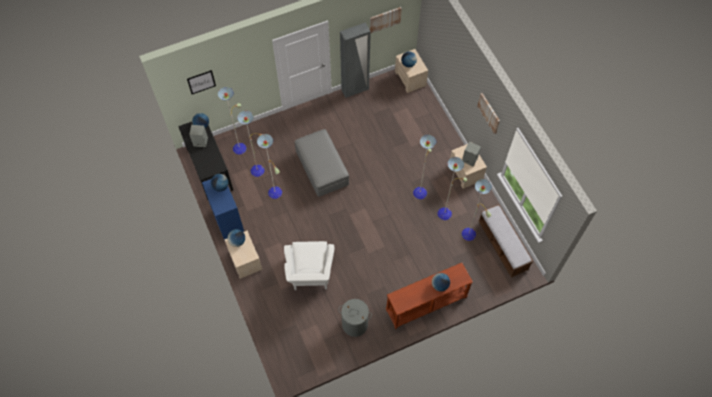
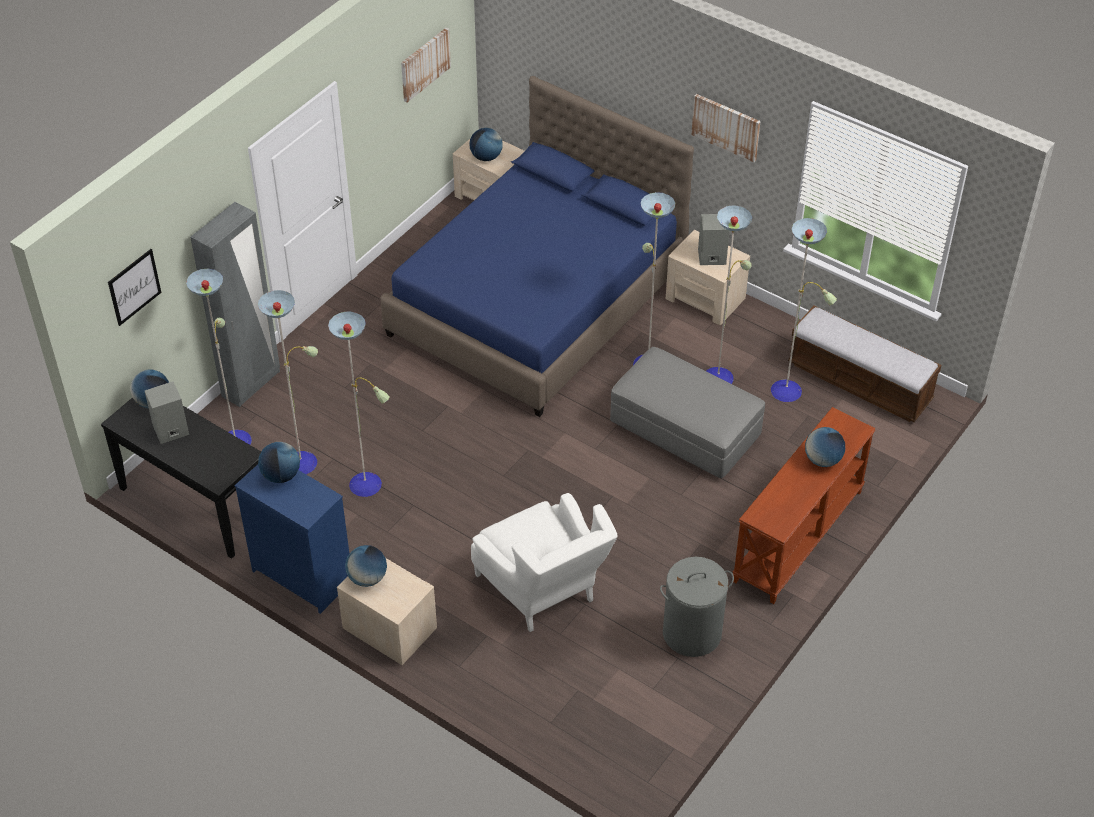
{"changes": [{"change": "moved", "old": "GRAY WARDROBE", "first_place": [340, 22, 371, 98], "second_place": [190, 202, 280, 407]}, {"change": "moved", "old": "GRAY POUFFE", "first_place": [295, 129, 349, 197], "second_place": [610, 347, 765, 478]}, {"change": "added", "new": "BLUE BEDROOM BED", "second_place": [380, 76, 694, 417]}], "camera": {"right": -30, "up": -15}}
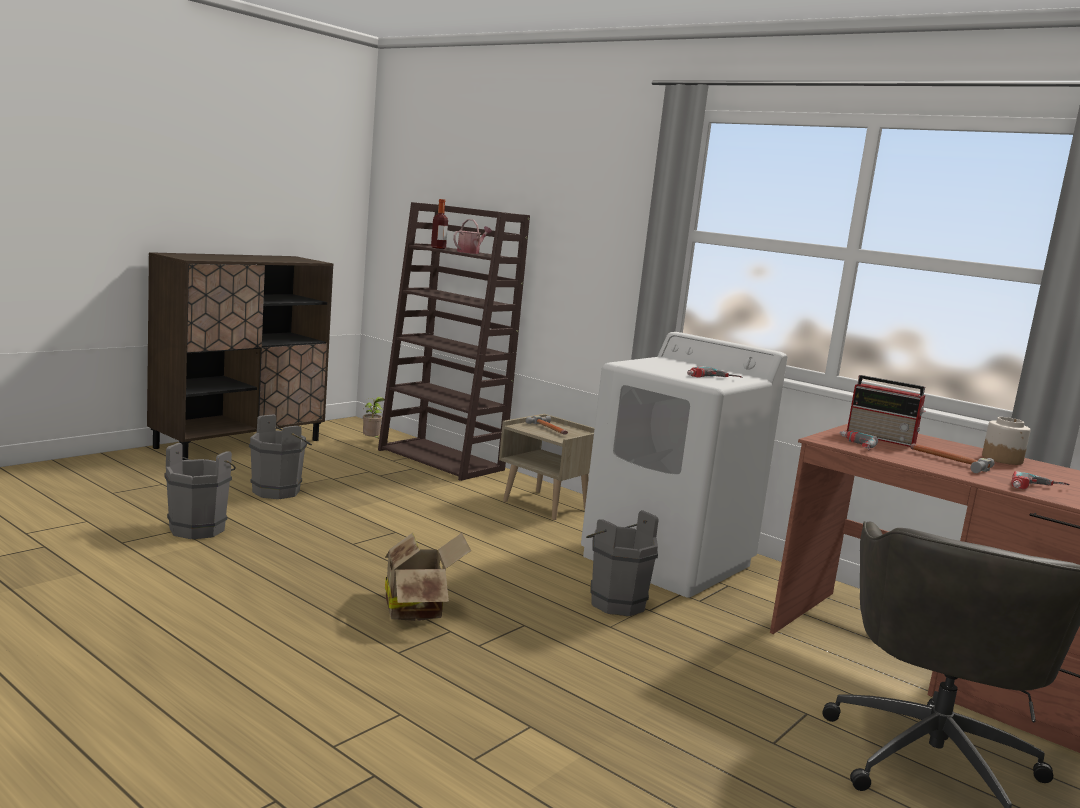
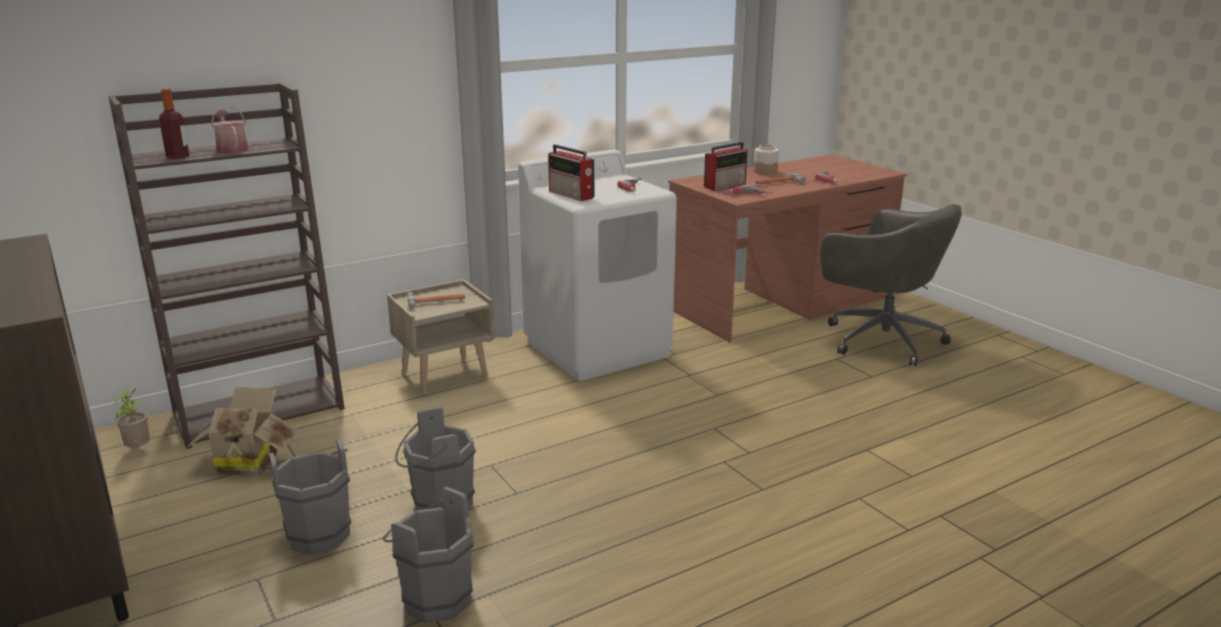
{"changes": [{"change": "moved", "old": "GRAY PAIL", "first_place": [586, 510, 659, 616], "second_place": [395, 406, 476, 510]}, {"change": "moved", "old": "CARTON", "first_place": [385, 533, 471, 621], "second_place": [185, 387, 298, 476]}, {"change": "added", "new": "RADIO", "second_place": [548, 144, 595, 201]}], "camera": {"right": -70, "up": 10}}
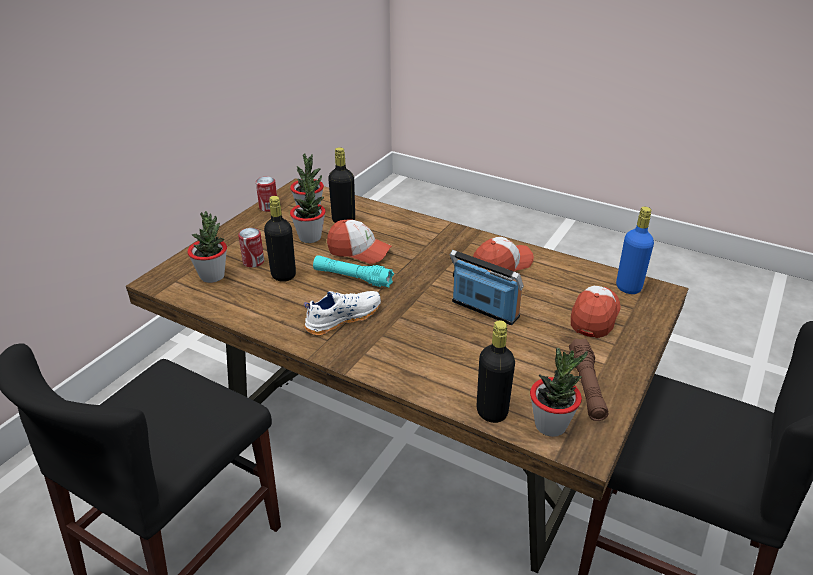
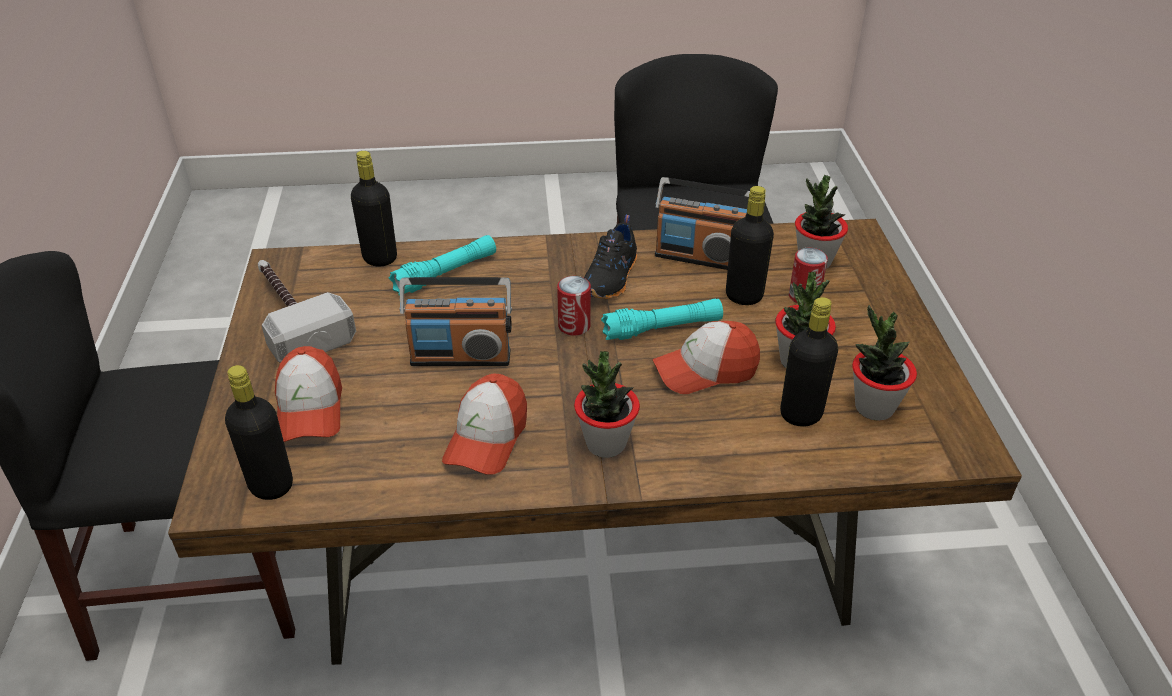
{"changes": [{"change": "moved", "old": "SEALED CAN", "first_place": [256, 176, 277, 212], "second_place": [557, 276, 591, 336]}, {"change": "recoloured", "old": "BLUE BEVERAGE BOTTLE", "new": "BLACK BEVERAGE BOTTLE", "first_place": [616, 207, 654, 294], "second_place": [225, 365, 293, 500]}, {"change": "recoloured", "old": "WHITE SHOE", "new": "BLACK SHOE", "first_place": [303, 291, 381, 336], "second_place": [584, 215, 637, 299]}, {"change": "replaced", "old": "BROWN-COLOURED FLASHLIGHT", "new": "HAMMER", "first_place": [569, 339, 608, 421], "second_place": [258, 260, 356, 363]}, {"change": "moved", "old": "PLANT IN A POT", "first_place": [530, 348, 588, 437], "second_place": [574, 351, 640, 458]}, {"change": "added", "new": "RADIO", "second_place": [655, 177, 750, 270]}, {"change": "added", "new": "TURQUOISE-COLOURED FLASHLIGHT", "second_place": [389, 235, 496, 296]}], "camera": {"right": 145, "up": 5}}
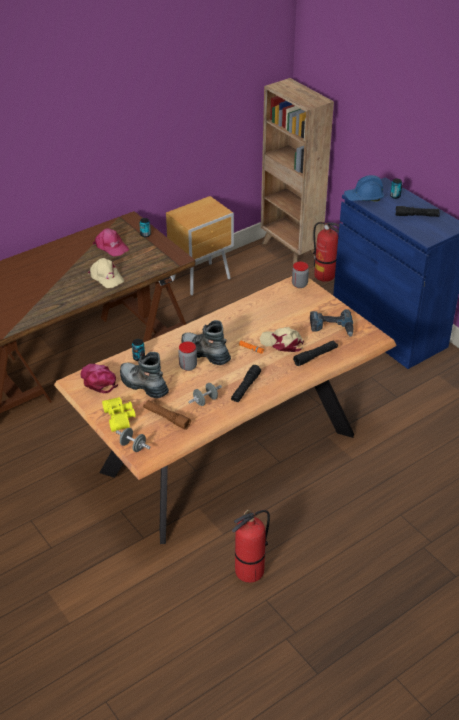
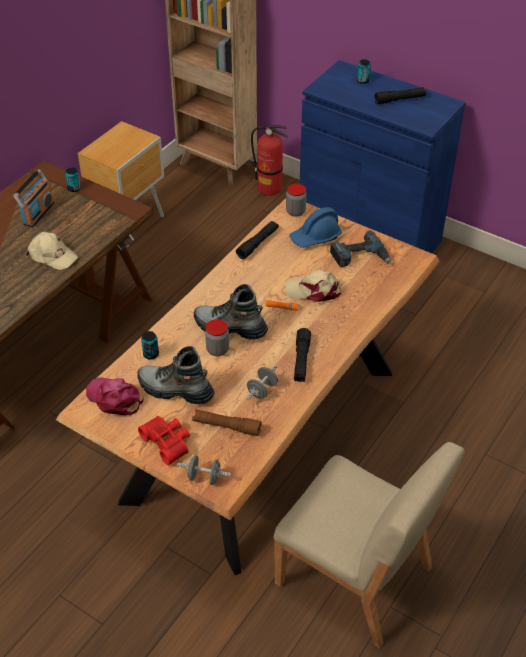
{"changes": [{"change": "moved", "old": "BLUE WORK HELMET", "first_place": [344, 175, 384, 201], "second_place": [289, 207, 342, 248]}, {"change": "replaced", "old": "PINKISH CAP", "new": "RADIO", "first_place": [93, 228, 129, 256], "second_place": [13, 169, 54, 227]}, {"change": "moved", "old": "BLACK FLASHLIGHT", "first_place": [293, 340, 338, 366], "second_place": [236, 221, 279, 259]}, {"change": "recoloured", "old": "YELLOW BINOCULARS", "new": "REDDISH BINOCULARS", "first_place": [102, 397, 136, 432], "second_place": [138, 416, 190, 465]}, {"change": "replaced", "old": "FIRE-FIGHTING CYLINDER", "new": "BEIGE-COLOURED PLAIN CHAIR", "first_place": [232, 510, 270, 583], "second_place": [273, 442, 465, 648]}], "camera": {"right": -20, "up": 5}}
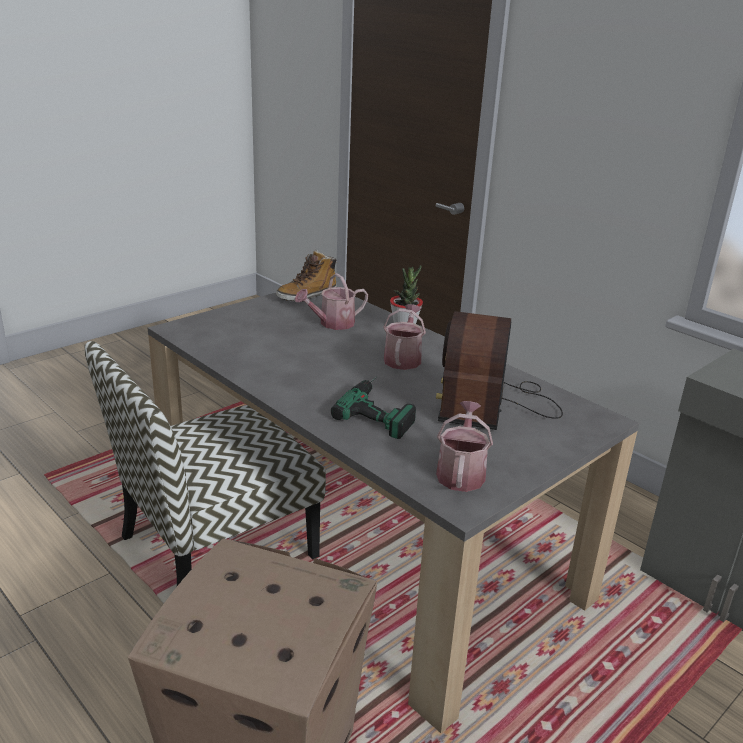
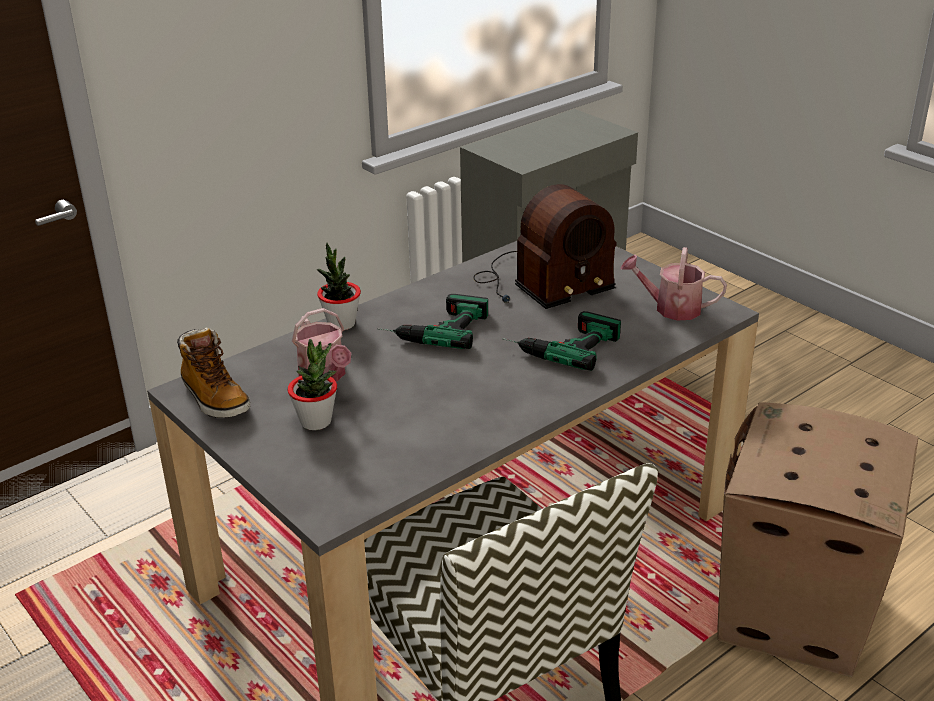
{"changes": [{"change": "replaced", "old": "SPRINKLING CAN", "new": "DRILL", "first_place": [383, 304, 426, 370], "second_place": [378, 294, 488, 349]}, {"change": "turned", "old": "RADIO", "first_place": [436, 311, 563, 430], "second_place": [473, 184, 617, 309], "degrees": -45}, {"change": "added", "new": "PLANT IN A POT", "second_place": [287, 339, 337, 430]}], "camera": {"right": -85, "up": 5}}
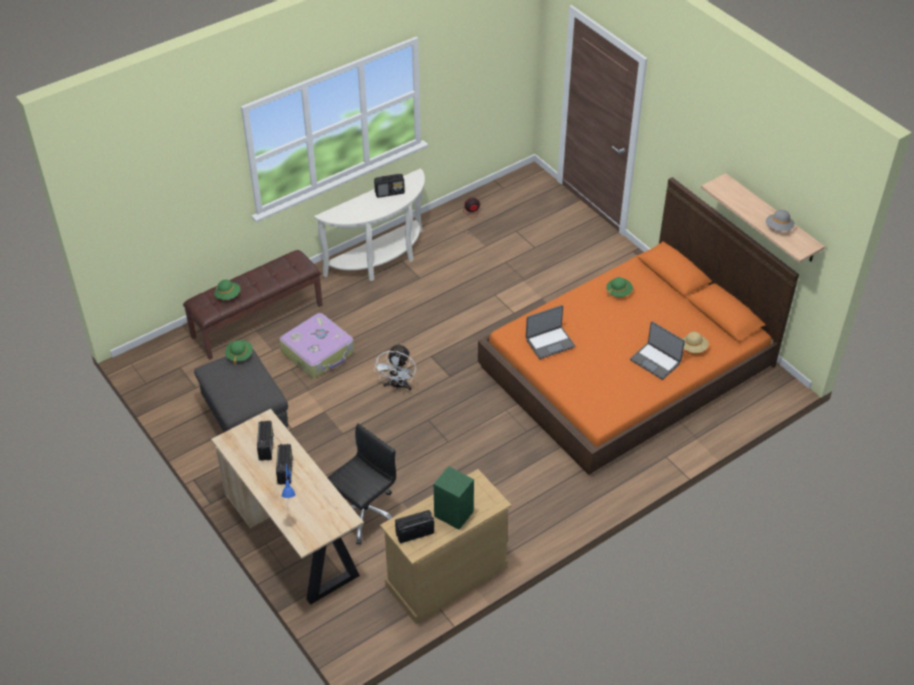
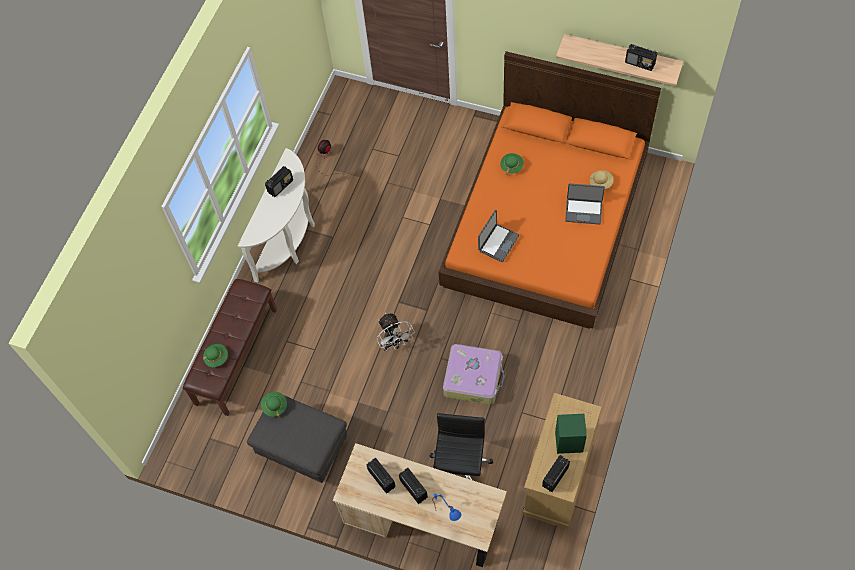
{"changes": [{"change": "replaced", "old": "GRAY CLOTHING HAT", "new": "RADIO", "first_place": [766, 210, 795, 232], "second_place": [625, 44, 657, 71]}, {"change": "moved", "old": "SUITCASE", "first_place": [280, 313, 354, 378], "second_place": [443, 344, 506, 405]}], "camera": {"right": -30, "up": 15}}
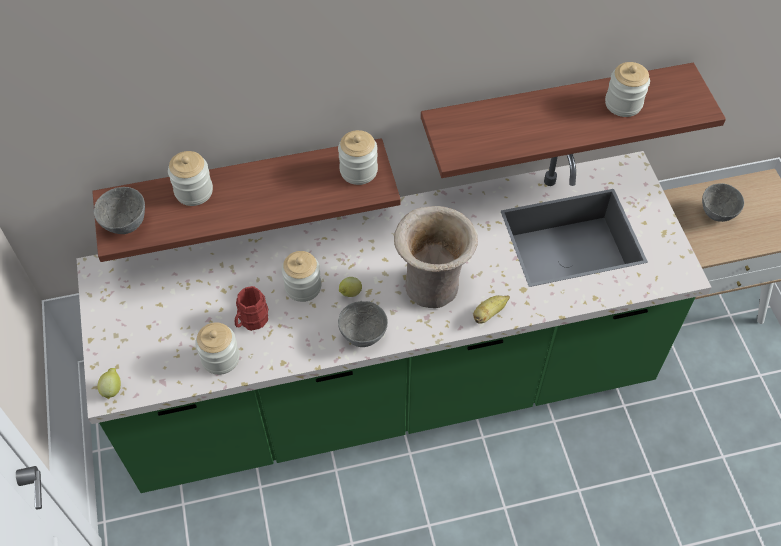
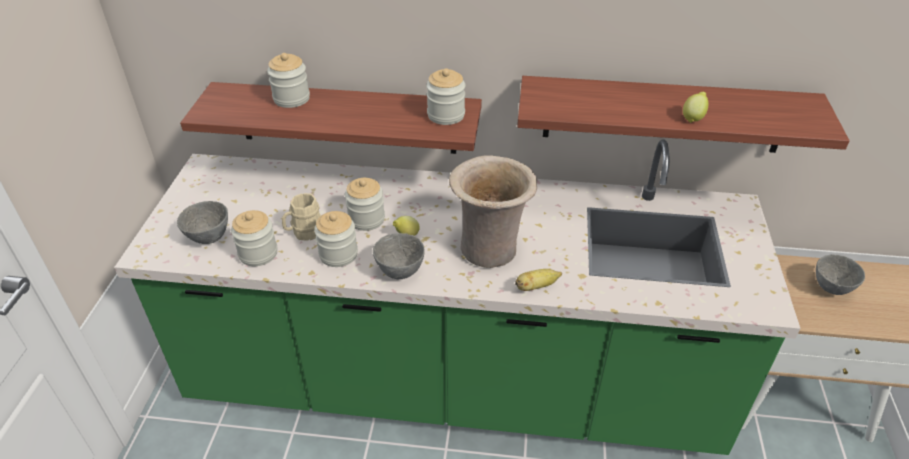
{"changes": [{"change": "moved", "old": "PRESERVE JAR", "first_place": [605, 62, 650, 117], "second_place": [314, 211, 358, 267]}, {"change": "moved", "old": "GRAY BOWL", "first_place": [93, 187, 145, 234], "second_place": [177, 201, 228, 244]}, {"change": "recoloured", "old": "REDDISH COFFEE MUG", "new": "BEIGE-COLOURED COFFEE MUG", "first_place": [235, 286, 268, 331], "second_place": [282, 193, 321, 241]}, {"change": "moved", "old": "WHOLE LEMON", "first_place": [98, 368, 121, 399], "second_place": [683, 92, 708, 123]}], "camera": {"right": 20, "up": -15}}
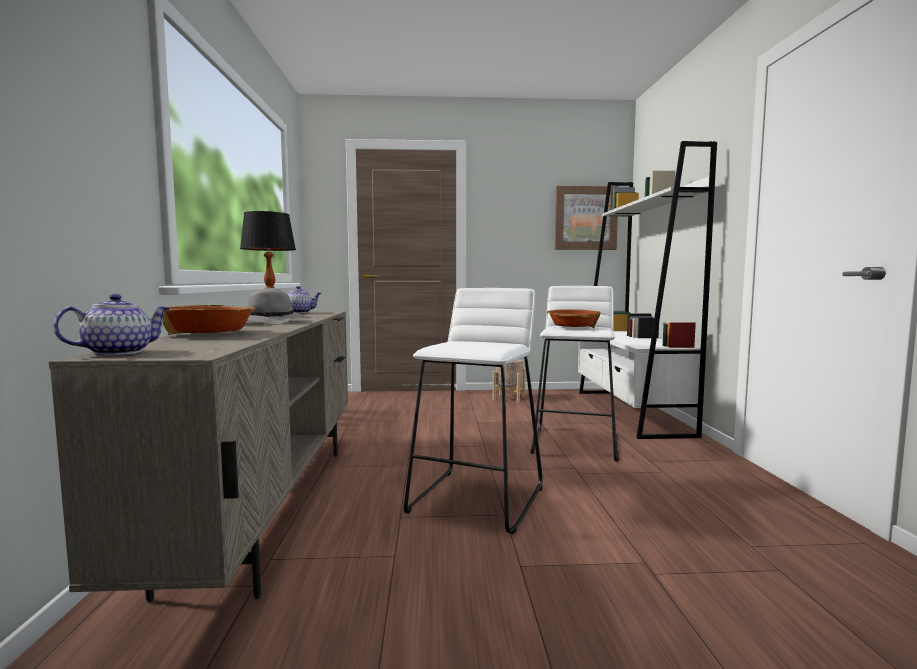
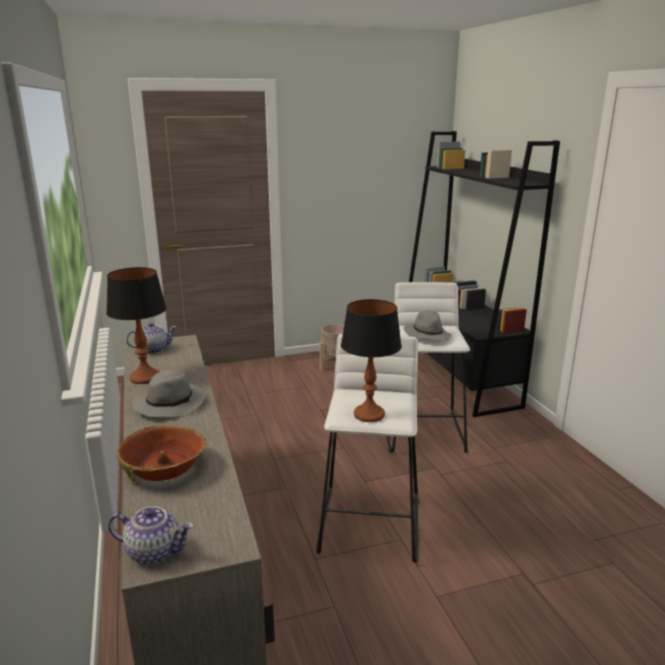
{"changes": [{"change": "recoloured", "old": "WHITE BOOKSHELF", "new": "BLACK BOOKSHELF", "first_place": [578, 141, 717, 439], "second_place": [409, 131, 560, 417]}, {"change": "removed", "old": "WALL ART", "first_place": [555, 186, 619, 250]}, {"change": "turned", "old": "TEA POT", "first_place": [53, 294, 170, 355], "second_place": [108, 506, 194, 565], "degrees": 75}, {"change": "replaced", "old": "BOWL", "new": "GRAY CLOTHING HAT", "first_place": [547, 309, 600, 329], "second_place": [404, 310, 452, 340]}, {"change": "added", "new": "LAMP FOR A TABLE", "second_place": [341, 299, 402, 422]}], "camera": {"right": -15, "up": 15}}
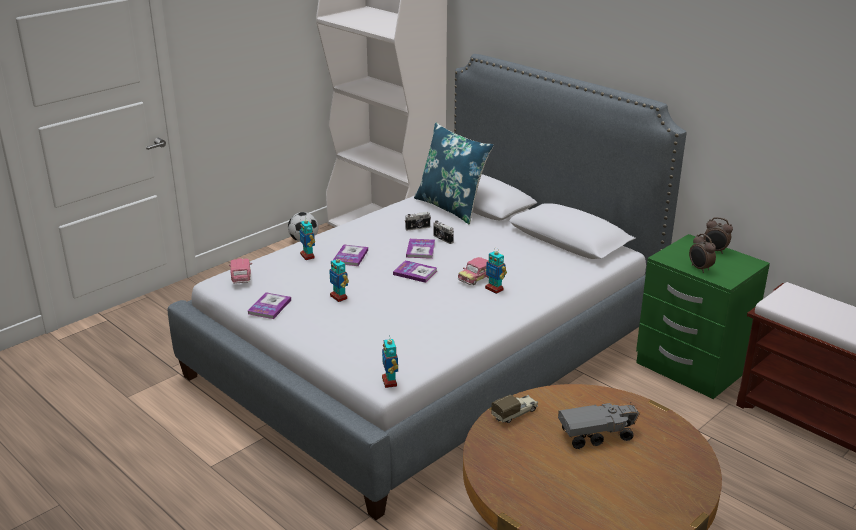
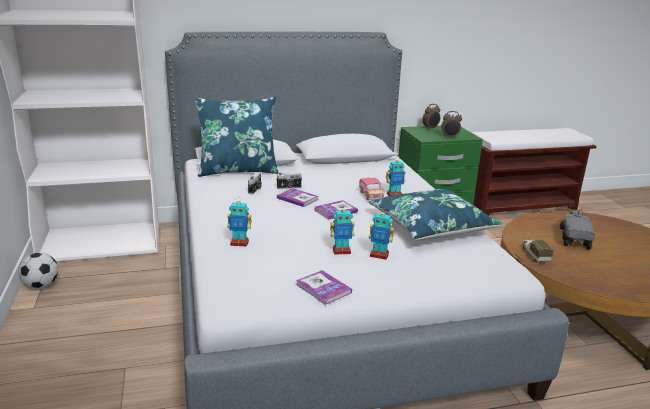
{"changes": [{"change": "removed", "old": "VOLUME", "first_place": [333, 244, 368, 266]}, {"change": "removed", "old": "TOY CAR", "first_place": [229, 258, 252, 284]}, {"change": "moved", "old": "MODEL ROBOT", "first_place": [382, 335, 398, 388], "second_place": [369, 208, 394, 260]}, {"change": "added", "new": "BLUE THROW PILLOW", "second_place": [369, 189, 503, 240]}], "camera": {"right": -60, "up": -5}}
